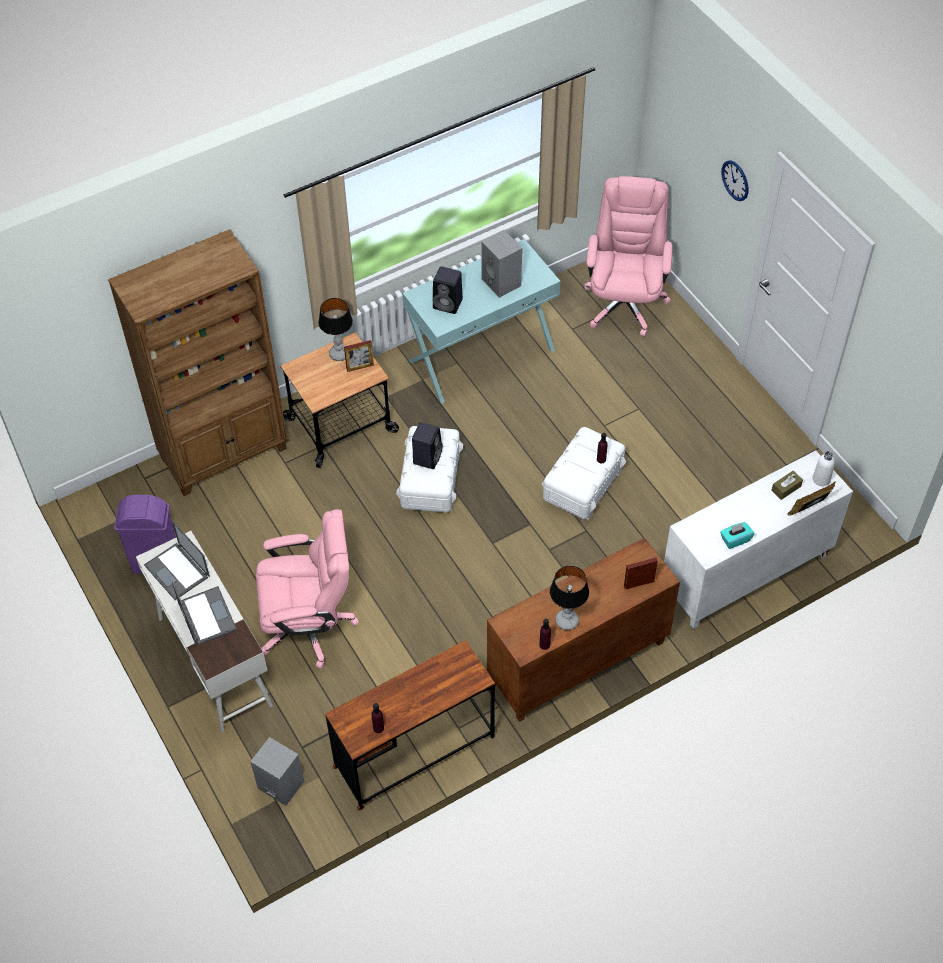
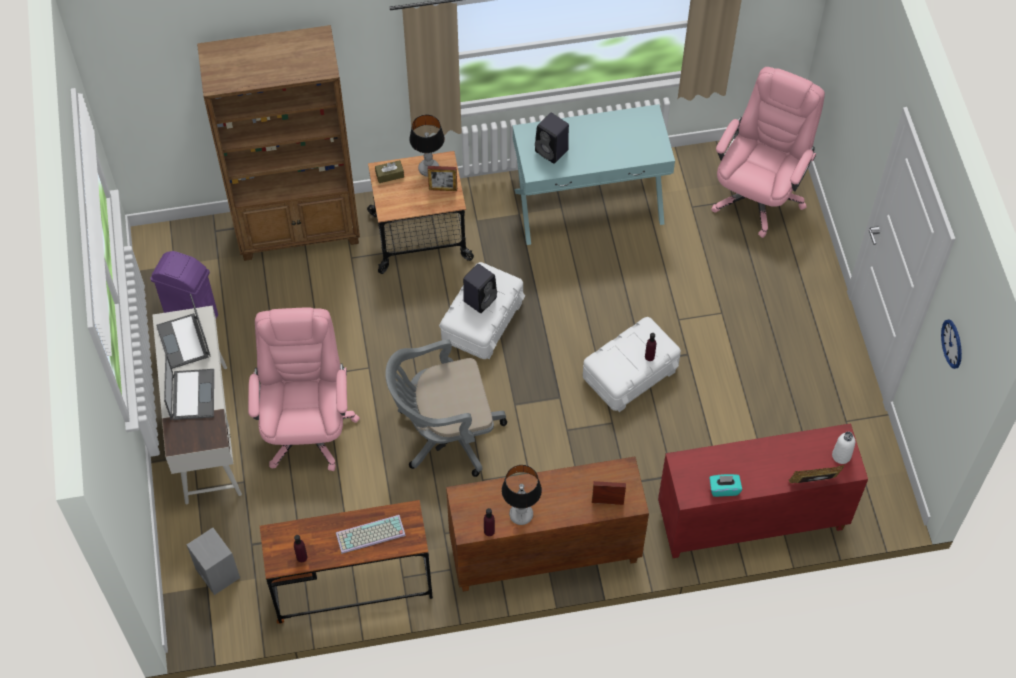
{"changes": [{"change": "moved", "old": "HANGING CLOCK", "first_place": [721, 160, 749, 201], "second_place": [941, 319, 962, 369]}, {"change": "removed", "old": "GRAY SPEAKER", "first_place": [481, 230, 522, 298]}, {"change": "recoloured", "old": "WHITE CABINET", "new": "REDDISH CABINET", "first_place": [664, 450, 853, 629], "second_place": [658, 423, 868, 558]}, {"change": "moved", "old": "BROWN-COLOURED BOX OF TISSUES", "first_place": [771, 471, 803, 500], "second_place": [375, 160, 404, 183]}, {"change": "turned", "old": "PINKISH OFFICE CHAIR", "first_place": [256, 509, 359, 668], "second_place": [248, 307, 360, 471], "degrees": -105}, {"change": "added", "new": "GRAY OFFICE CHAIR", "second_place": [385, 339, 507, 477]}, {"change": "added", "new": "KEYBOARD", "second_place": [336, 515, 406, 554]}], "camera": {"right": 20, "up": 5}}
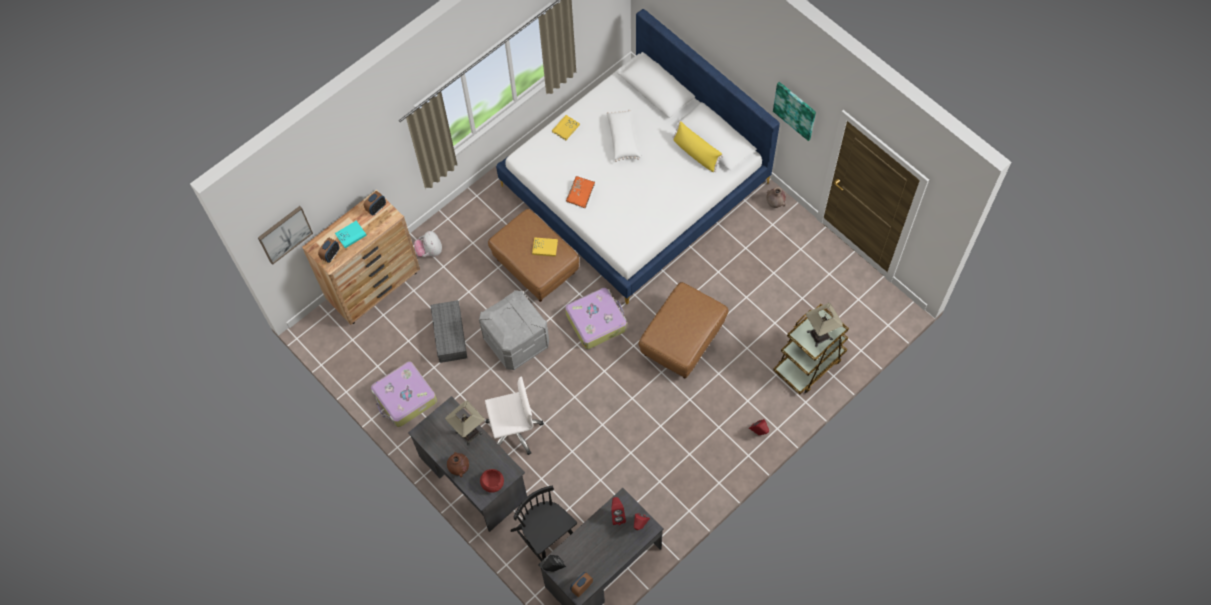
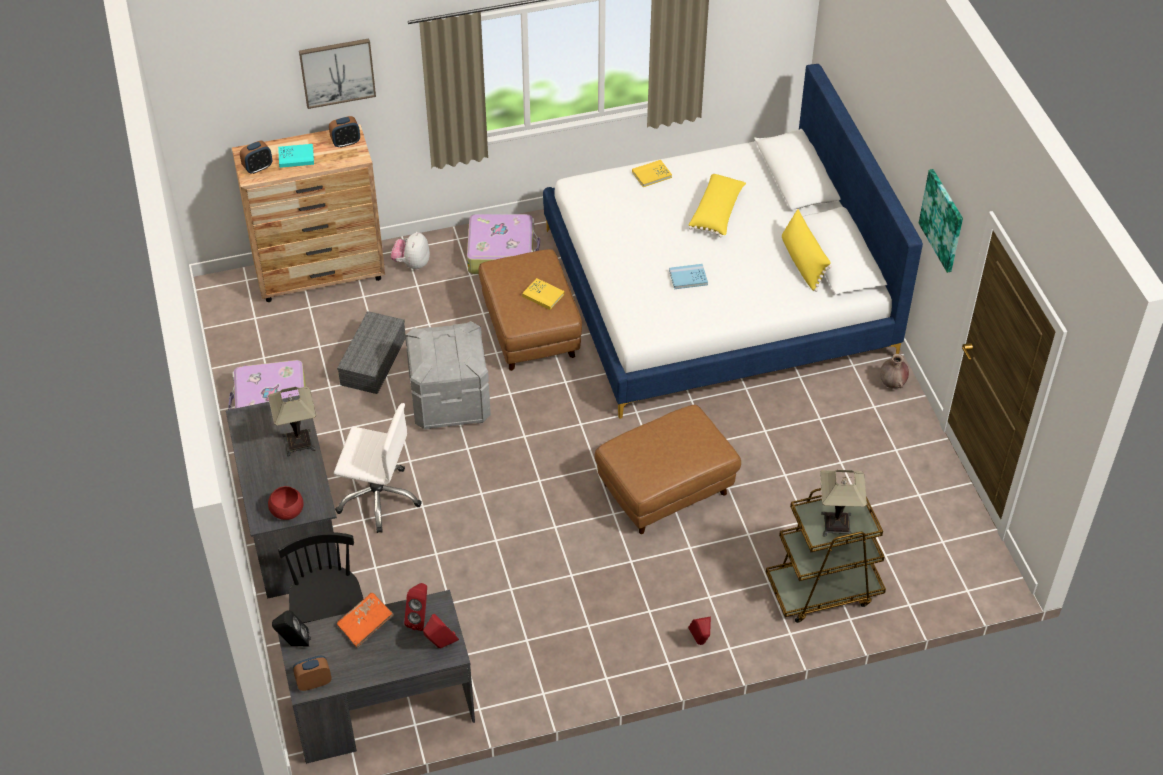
{"changes": [{"change": "recoloured", "old": "WHITE THROW PILLOW", "new": "YELLOW THROW PILLOW", "first_place": [607, 110, 641, 162], "second_place": [689, 173, 746, 238]}, {"change": "moved", "old": "ORANGEY VOLUME", "first_place": [566, 176, 595, 208], "second_place": [337, 593, 394, 648]}, {"change": "moved", "old": "WALL ART", "first_place": [258, 206, 313, 265], "second_place": [299, 39, 376, 109]}, {"change": "moved", "old": "SUITCASE", "first_place": [565, 288, 627, 349], "second_place": [467, 214, 540, 274]}, {"change": "removed", "old": "BROWN-COLOURED VASE", "first_place": [447, 452, 469, 477]}, {"change": "added", "new": "BLUE VOLUME", "second_place": [669, 264, 708, 289]}], "camera": {"right": 25, "up": -15}}
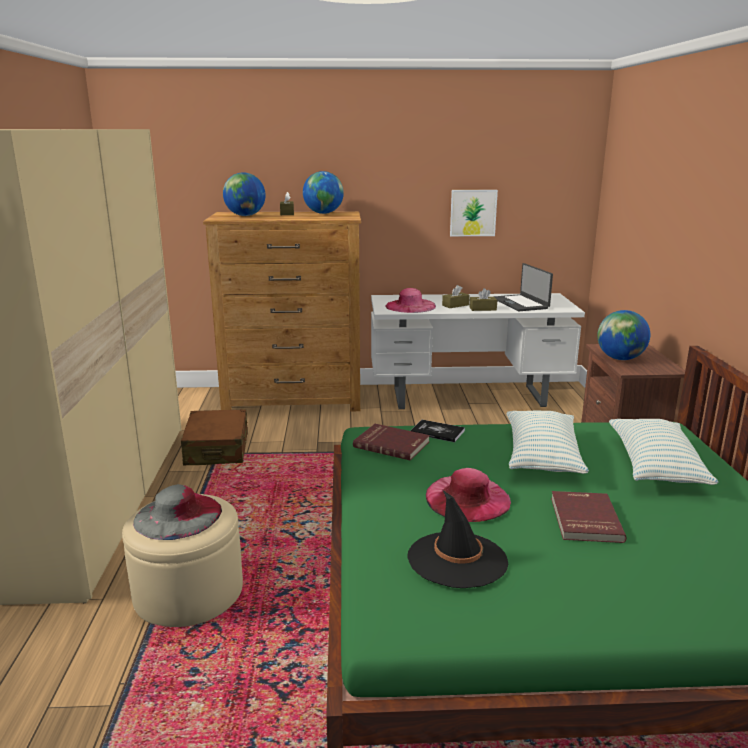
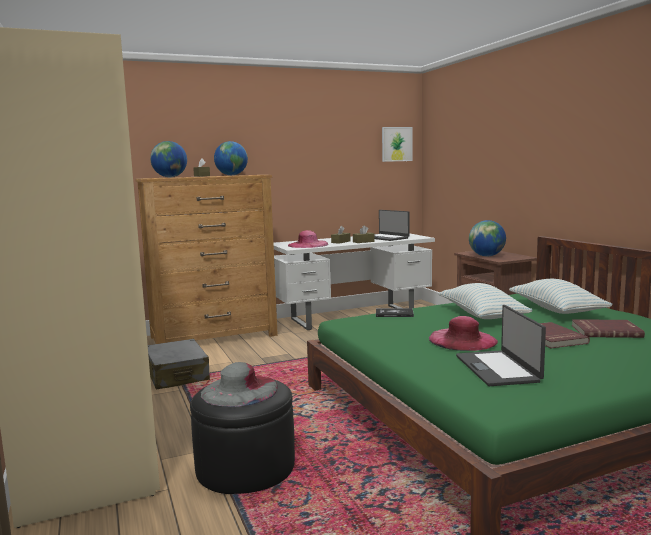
{"changes": [{"change": "moved", "old": "WALL ART", "first_place": [450, 190, 498, 236], "second_place": [382, 127, 413, 162]}, {"change": "recoloured", "old": "BROWN-COLOURED SUITCASE", "new": "GRAY SUITCASE", "first_place": [181, 409, 248, 465], "second_place": [148, 339, 210, 389]}, {"change": "moved", "old": "REDDISH VOLUME", "first_place": [353, 424, 430, 461], "second_place": [571, 319, 645, 338]}, {"change": "replaced", "old": "BLACK CLOTHING HAT", "new": "NOTEBOOK COMPUTER", "first_place": [407, 490, 508, 588], "second_place": [456, 305, 546, 386]}, {"change": "recoloured", "old": "BEIGE-COLOURED POUFFE", "new": "BLACK POUFFE", "first_place": [122, 494, 243, 627], "second_place": [190, 379, 295, 494]}], "camera": {"right": -20, "up": -10}}
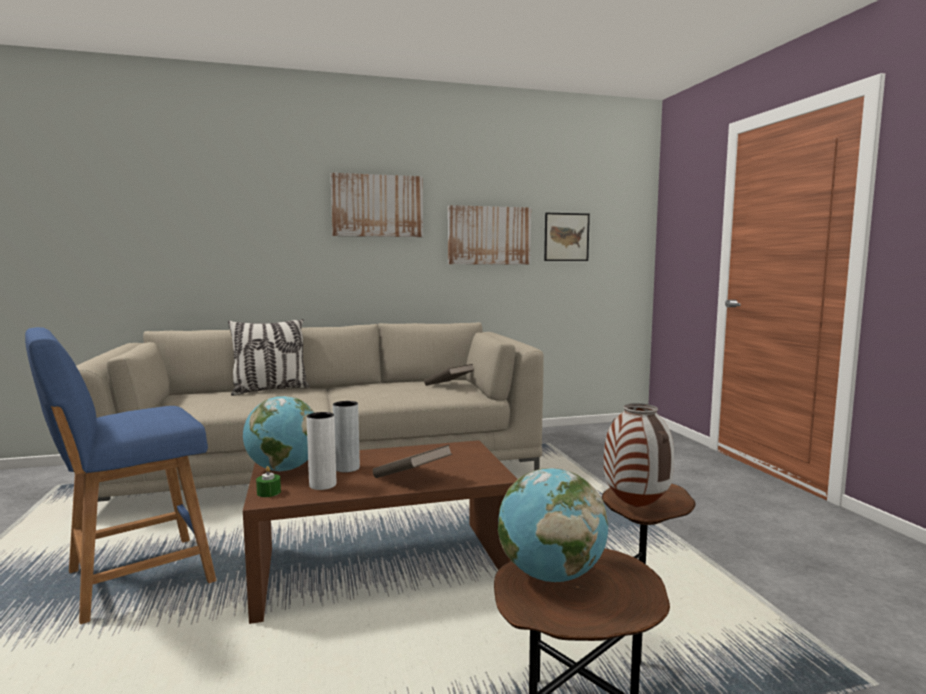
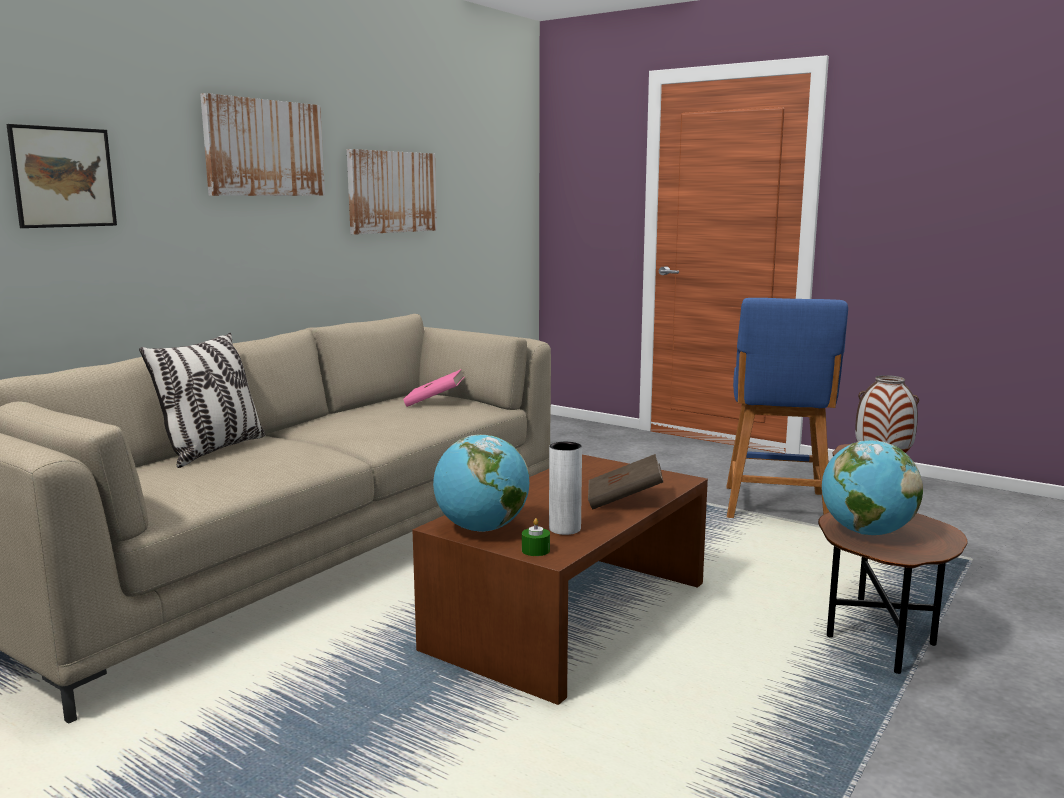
{"changes": [{"change": "moved", "old": "WALL ART", "first_place": [544, 213, 590, 261], "second_place": [6, 124, 117, 228]}, {"change": "moved", "old": "BLUE STOOL SEAT", "first_place": [25, 327, 217, 624], "second_place": [726, 298, 848, 518]}, {"change": "recoloured", "old": "BROWN-COLOURED VOLUME", "new": "PINKISH VOLUME", "first_place": [424, 364, 474, 386], "second_place": [403, 369, 464, 407]}, {"change": "removed", "old": "GRAY VASE", "first_place": [333, 401, 360, 473]}], "camera": {"right": -40, "up": 5}}
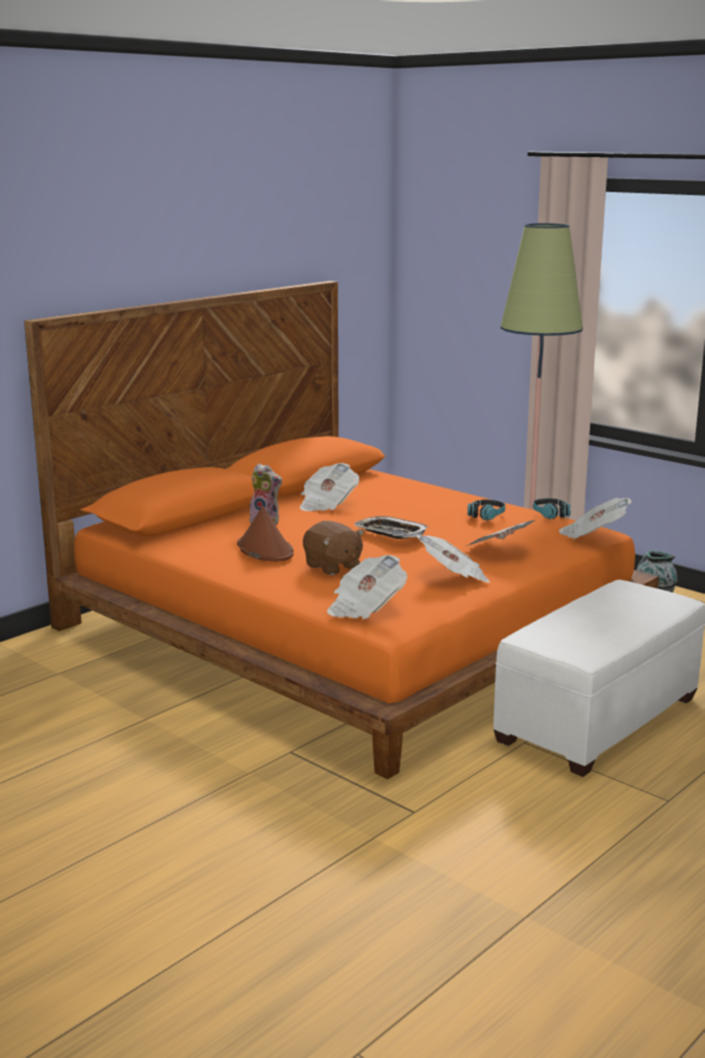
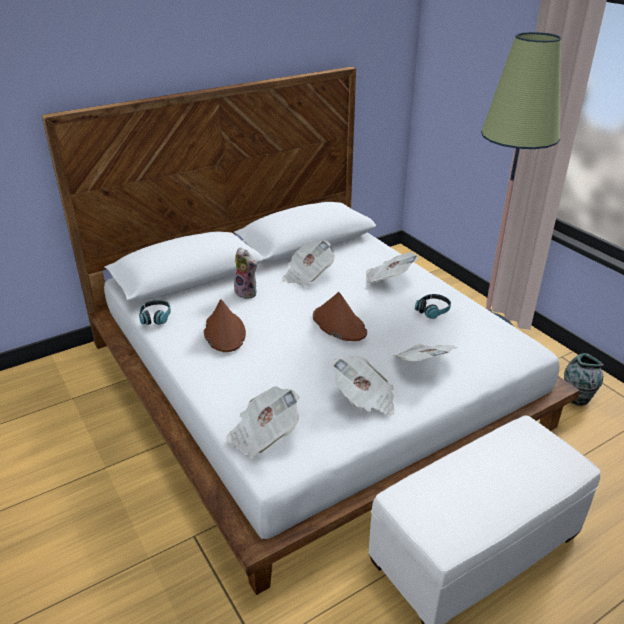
{"changes": [{"change": "recoloured", "old": "ORANGEY BEDROOM BED", "new": "WHITE BEDROOM BED", "first_place": [24, 281, 659, 779], "second_place": [41, 67, 580, 595]}, {"change": "moved", "old": "HEADPHONES", "first_place": [533, 498, 571, 519], "second_place": [139, 300, 171, 325]}, {"change": "moved", "old": "PRINTED PAPER", "first_place": [559, 498, 632, 539], "second_place": [366, 252, 418, 283]}, {"change": "replaced", "old": "TRAY", "new": "BROWN-COLOURED CLOTHING HAT", "first_place": [354, 516, 428, 539], "second_place": [313, 292, 367, 341]}, {"change": "removed", "old": "BROWN-COLOURED SOFT TOY", "first_place": [303, 521, 364, 575]}], "camera": {"right": 15, "up": 15}}
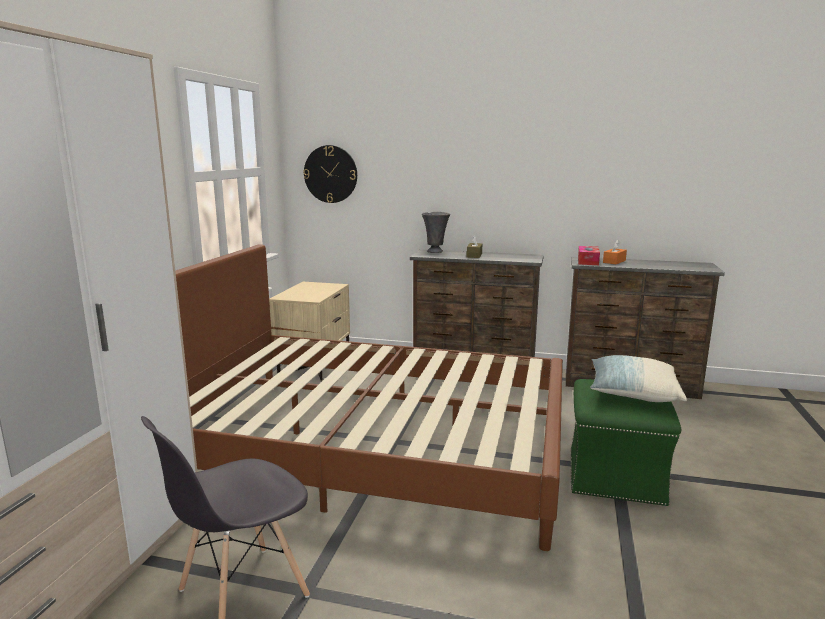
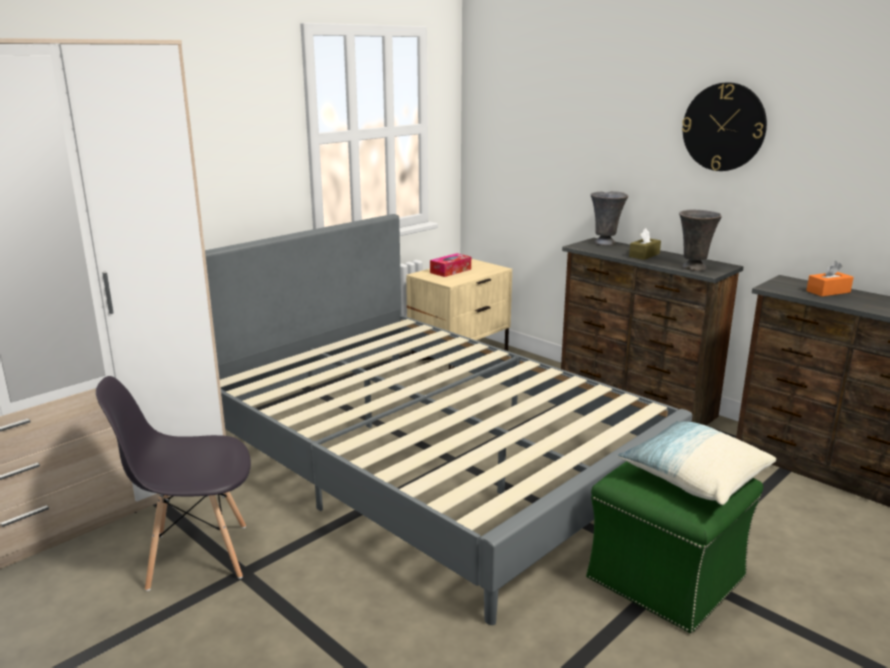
{"changes": [{"change": "moved", "old": "HANGING CLOCK", "first_place": [303, 145, 357, 203], "second_place": [682, 82, 767, 171]}, {"change": "recoloured", "old": "BROWN-COLOURED BEDROOM BED", "new": "GRAY BEDROOM BED", "first_place": [175, 244, 563, 551], "second_place": [205, 214, 692, 625]}, {"change": "moved", "old": "BOX OF TISSUES", "first_place": [578, 246, 600, 265], "second_place": [430, 253, 471, 277]}, {"change": "added", "new": "GRAY VASE", "second_place": [679, 209, 722, 271]}], "camera": {"right": 30, "up": 5}}
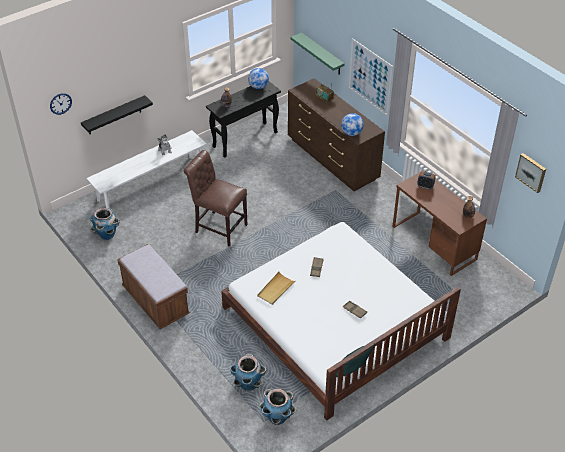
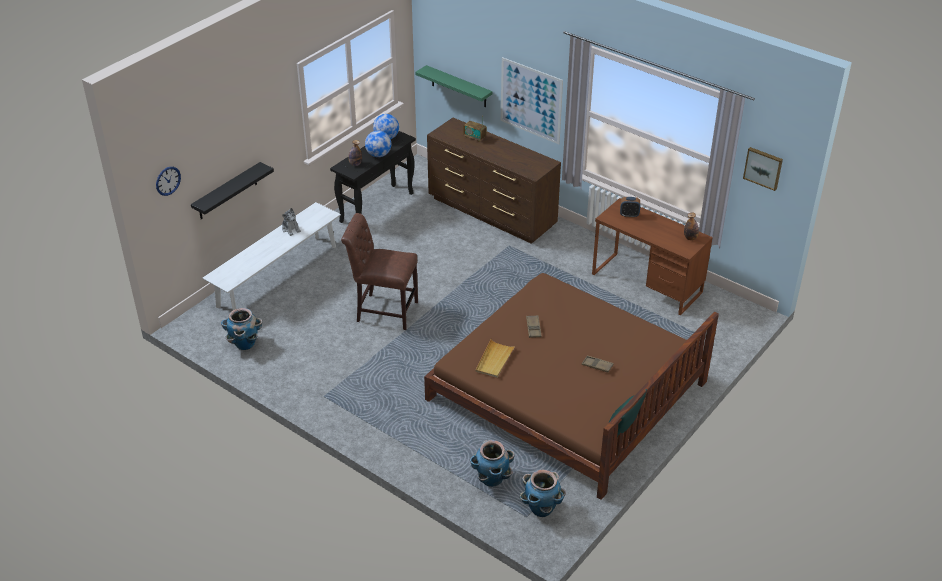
{"changes": [{"change": "moved", "old": "GLOBE", "first_place": [341, 113, 364, 136], "second_place": [365, 131, 391, 157]}, {"change": "recoloured", "old": "WHITE BEDROOM BED", "new": "BROWN-COLOURED BEDROOM BED", "first_place": [221, 222, 461, 420], "second_place": [424, 273, 719, 500]}, {"change": "removed", "old": "BROWN-COLOURED LONG SEAT", "first_place": [117, 244, 190, 329]}], "camera": {"right": -15, "up": -5}}
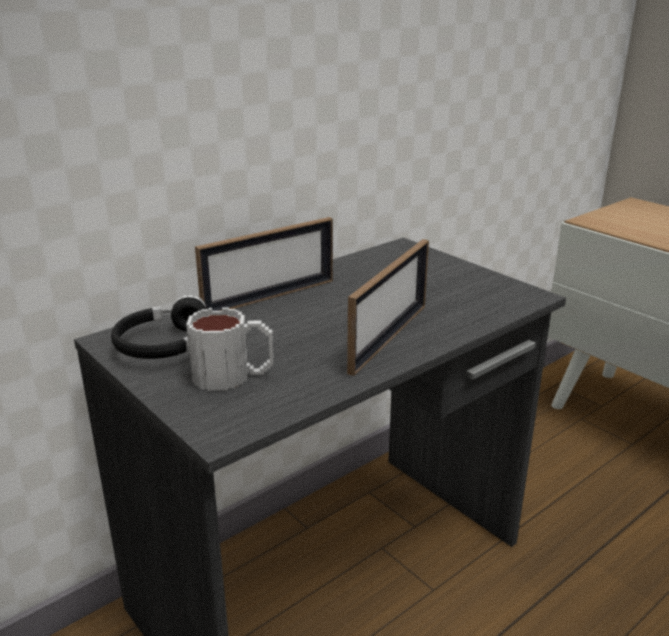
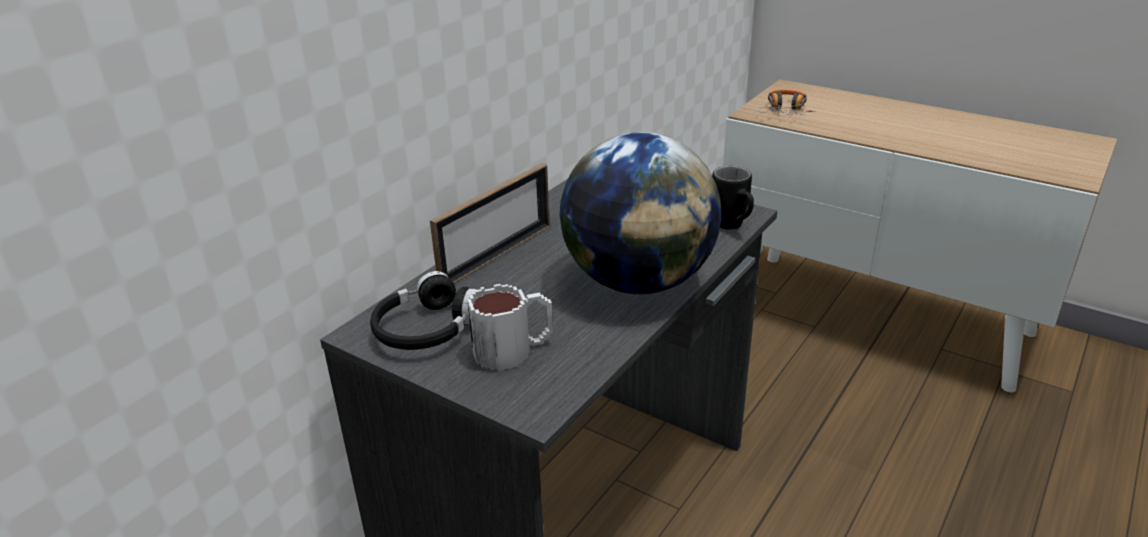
{"changes": [{"change": "replaced", "old": "STANDING FRAME", "new": "GLOBE", "first_place": [347, 239, 429, 376], "second_place": [560, 132, 721, 294]}, {"change": "added", "new": "HEADPHONES", "second_place": [757, 89, 815, 115]}, {"change": "added", "new": "BLACK COFFEE MUG", "second_place": [712, 166, 754, 229]}], "camera": {"right": -15, "up": 5}}
